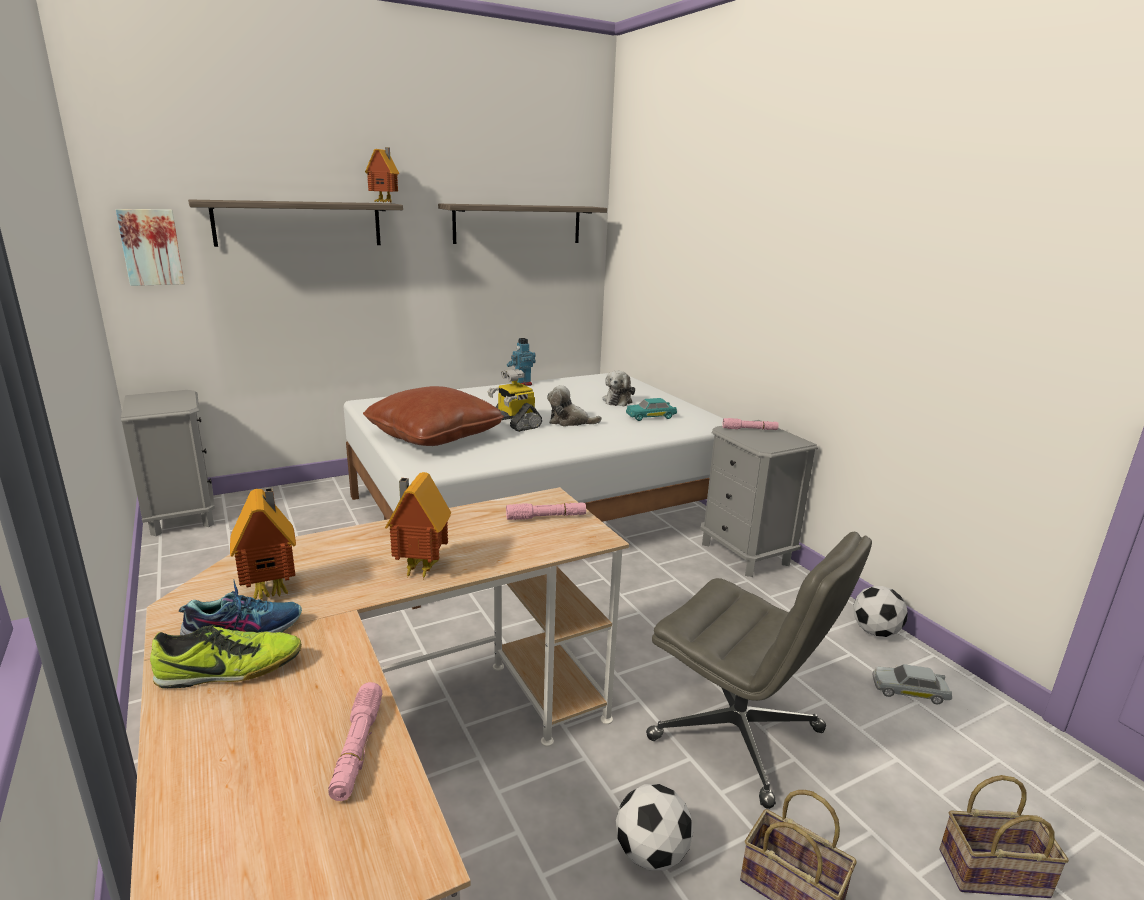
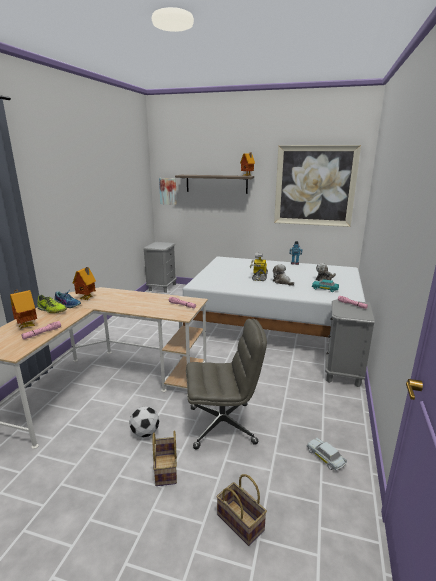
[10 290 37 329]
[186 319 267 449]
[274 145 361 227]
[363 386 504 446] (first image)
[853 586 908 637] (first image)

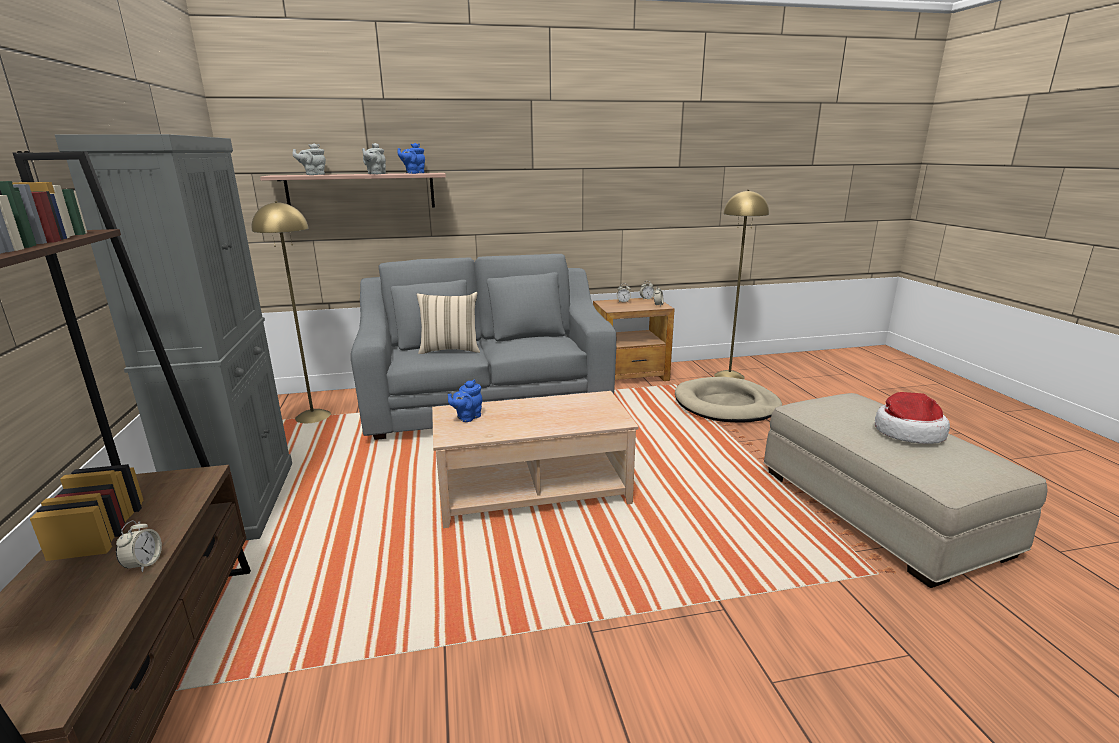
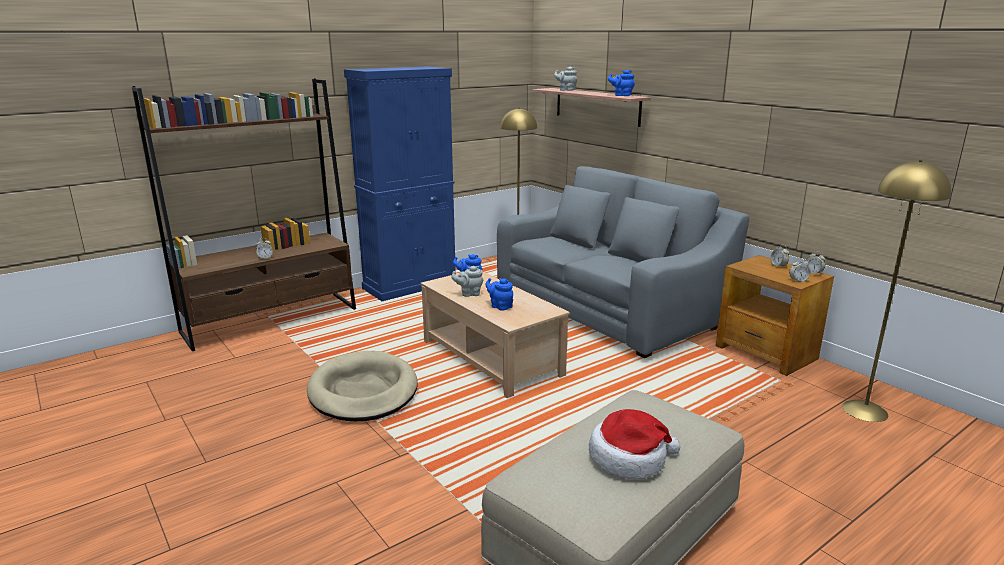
[307 351 418 421]
[344 67 456 301]
[451 266 483 297]
[486 278 513 311]
[416 292 480 354] (first image)

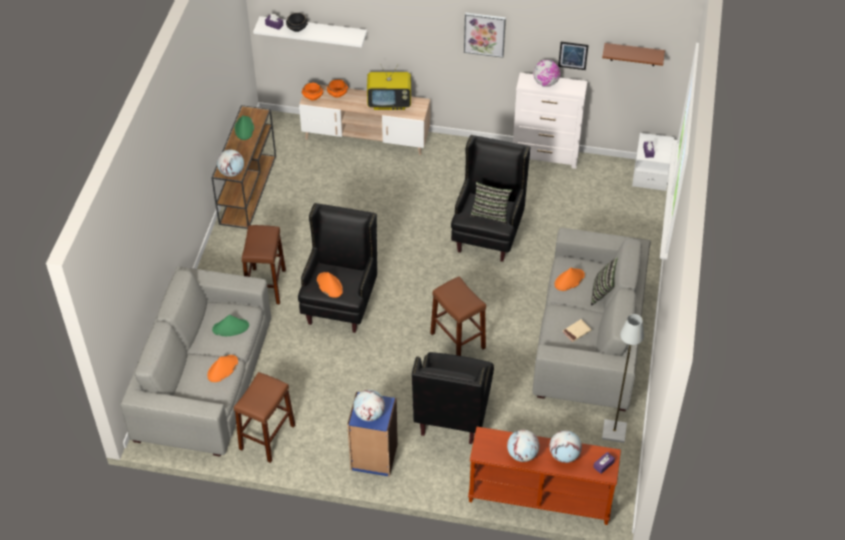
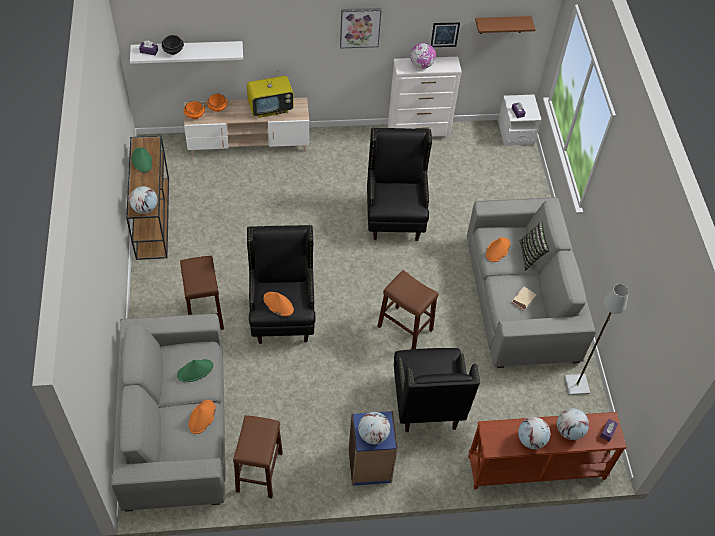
[470 182 512 225] (first image)

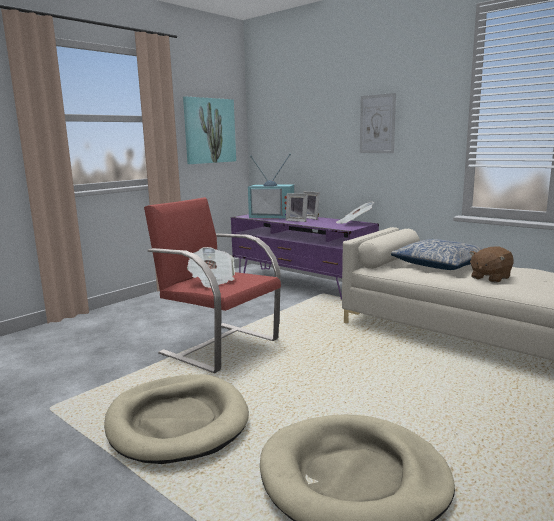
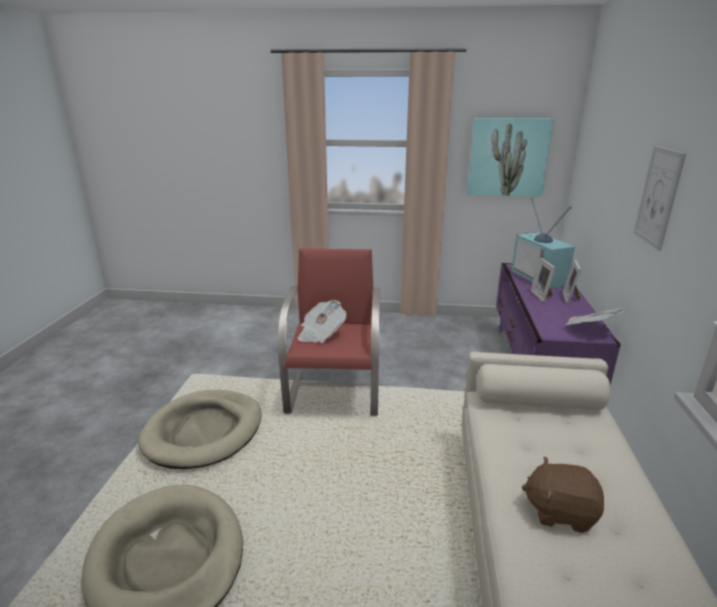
[391 239 482 270] (first image)

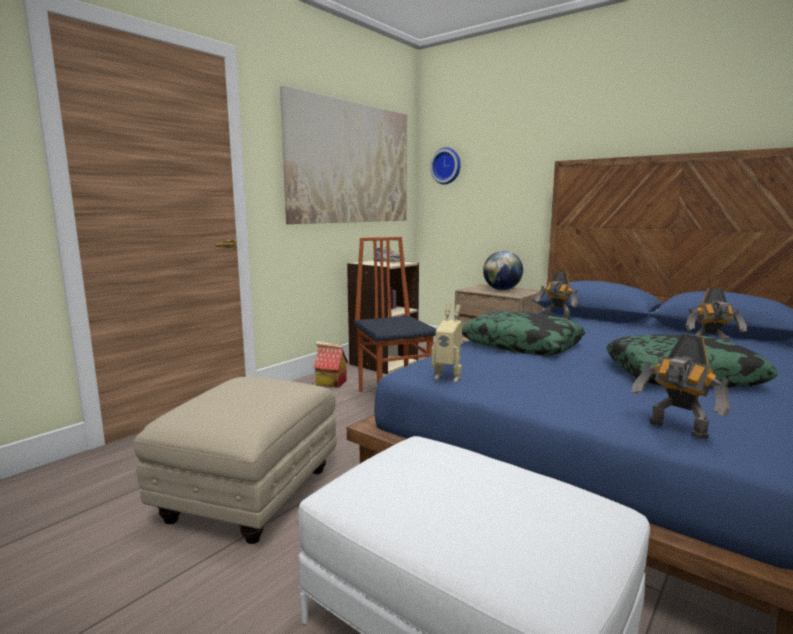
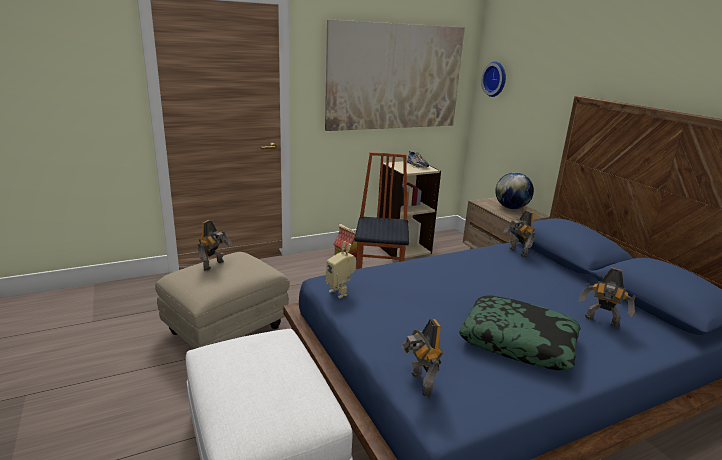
[197 220 233 271]
[462 311 585 355] (first image)

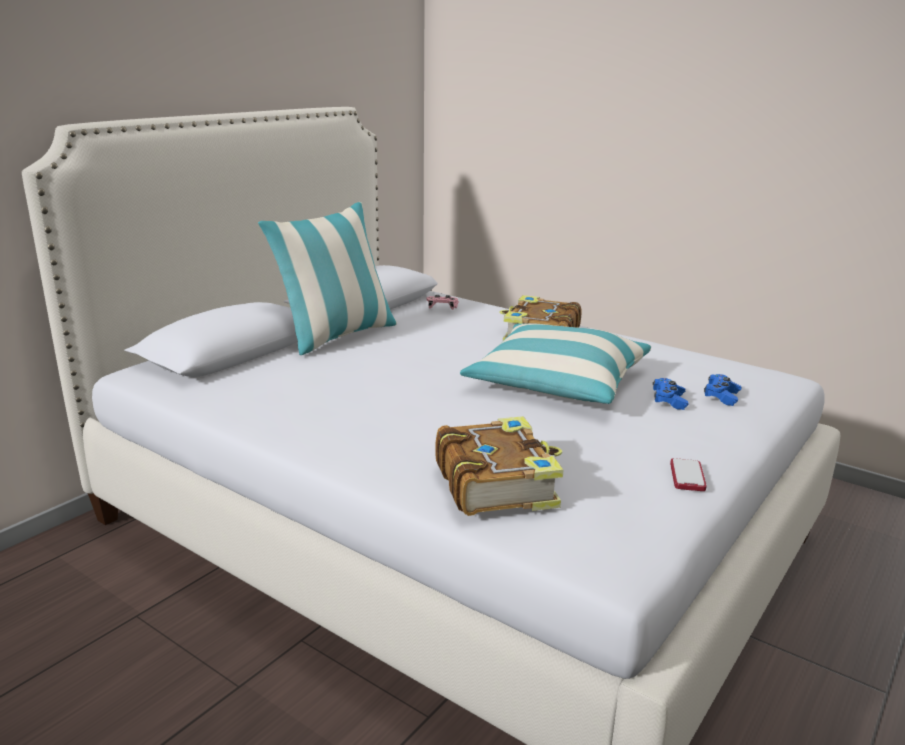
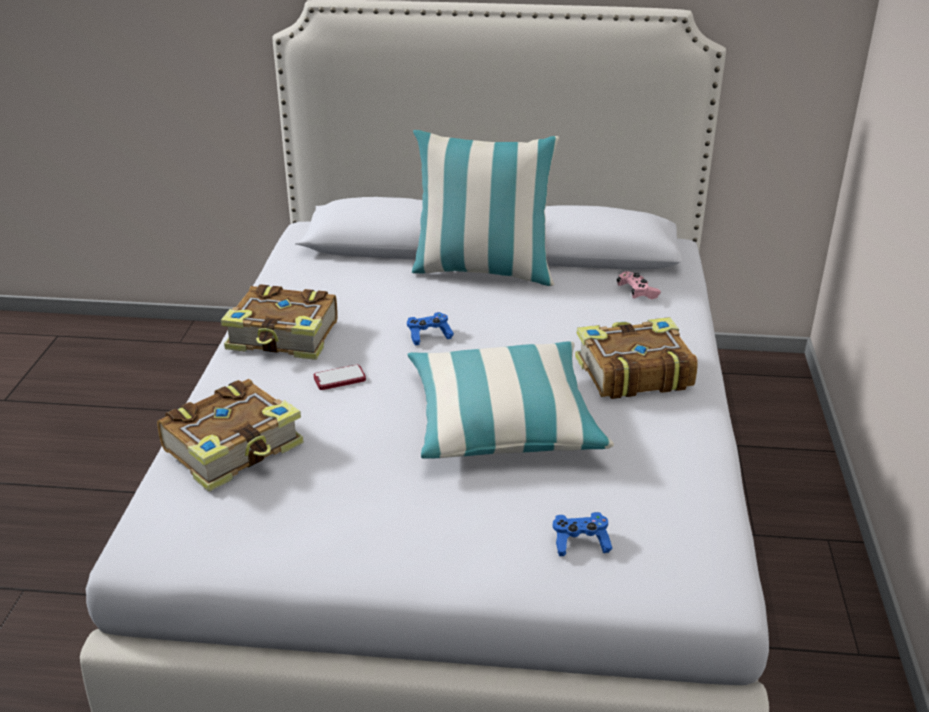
[221 284 338 360]
[314 365 366 390]
[407 312 454 345]

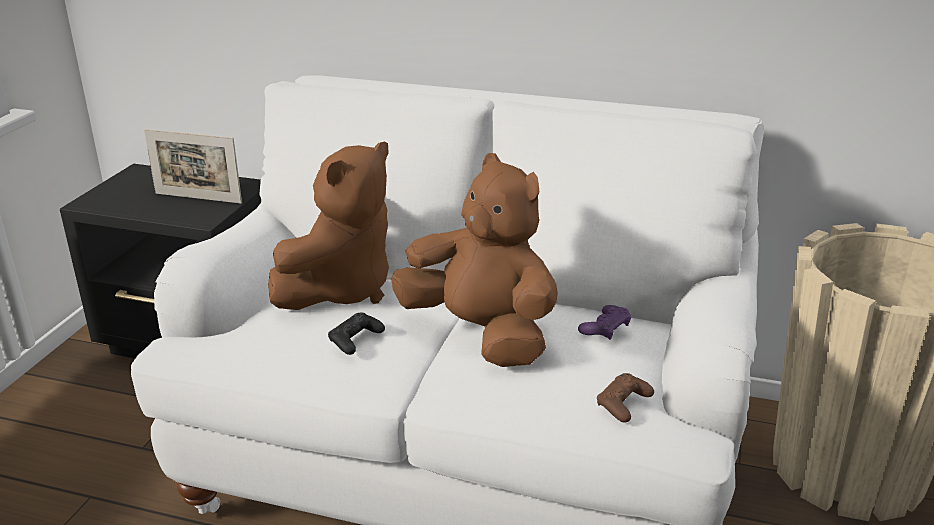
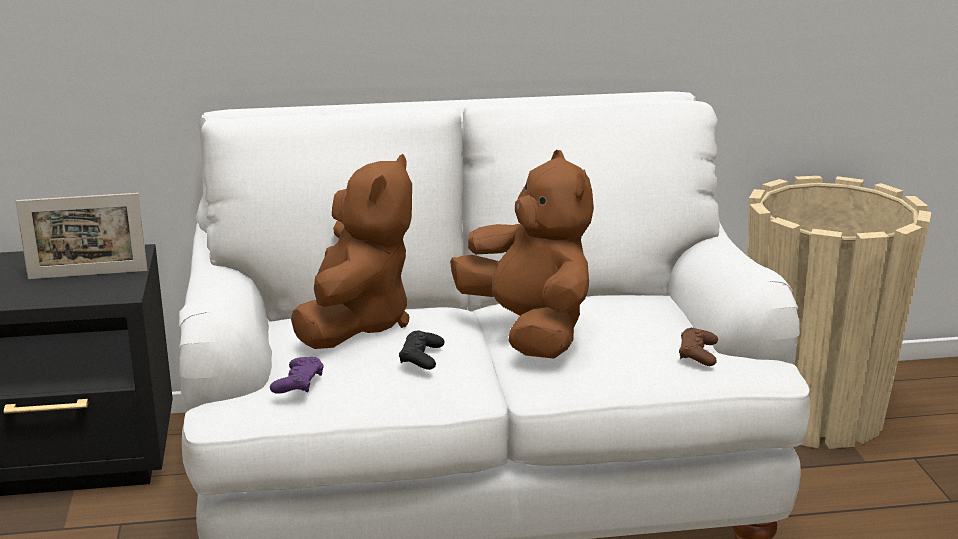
[270 357 324 394]
[450 150 594 359]

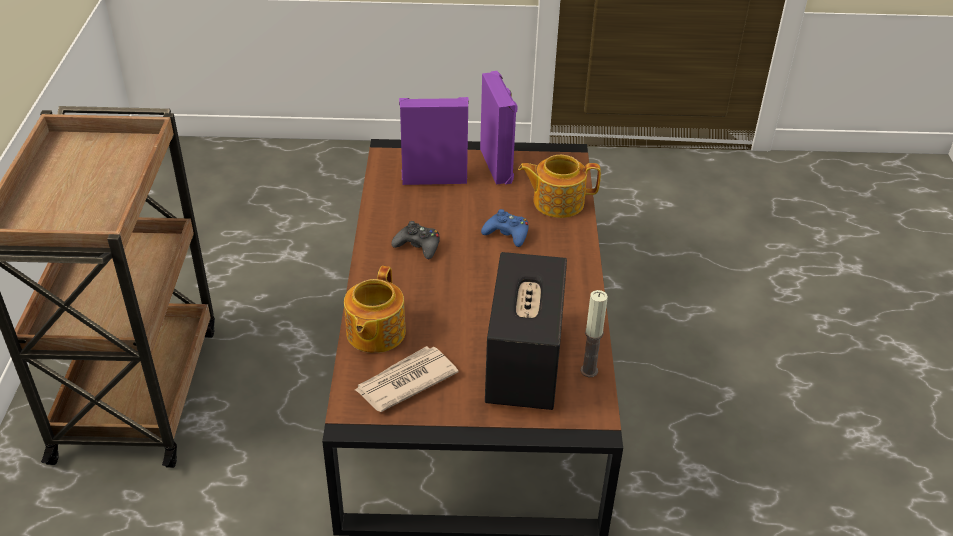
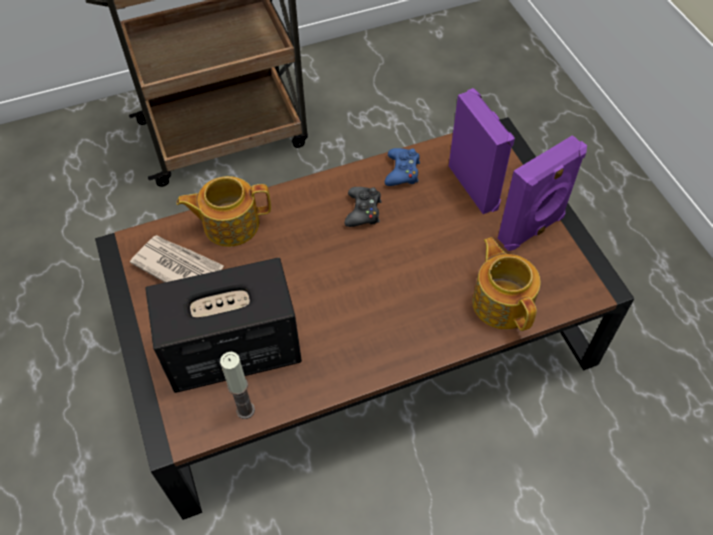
[385 148 420 186]

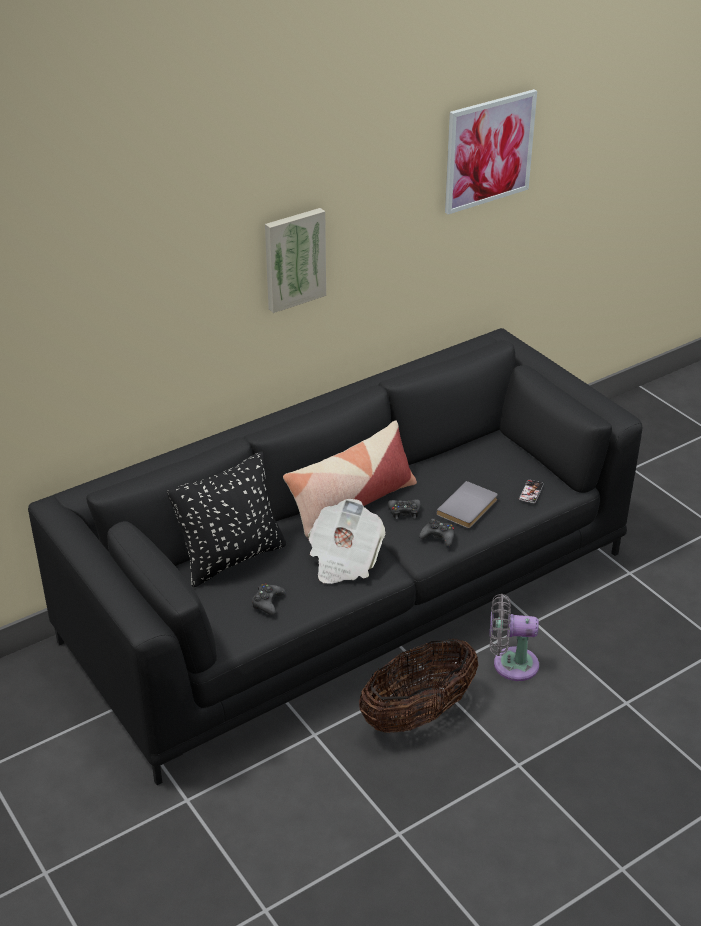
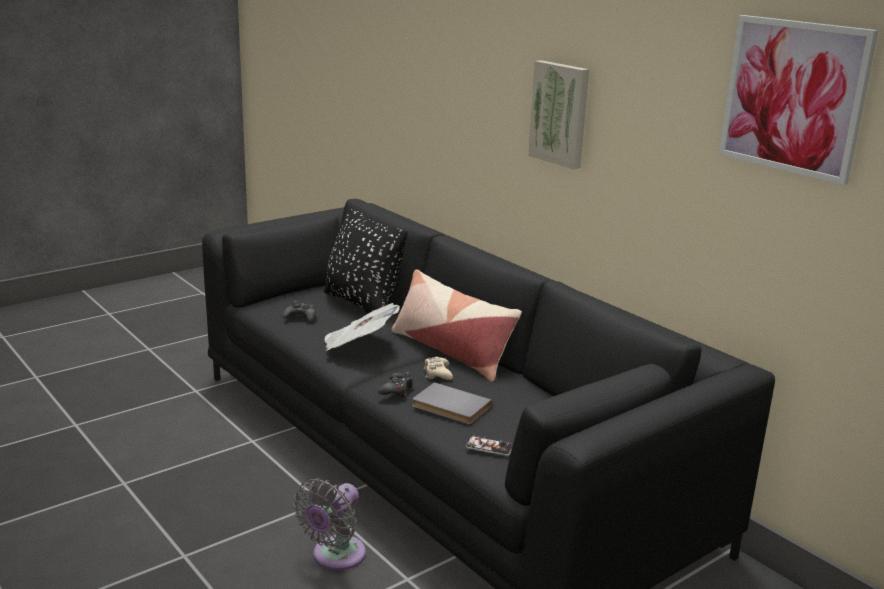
[293 478 366 571]
[424 357 453 380]
[359 638 478 733] (first image)

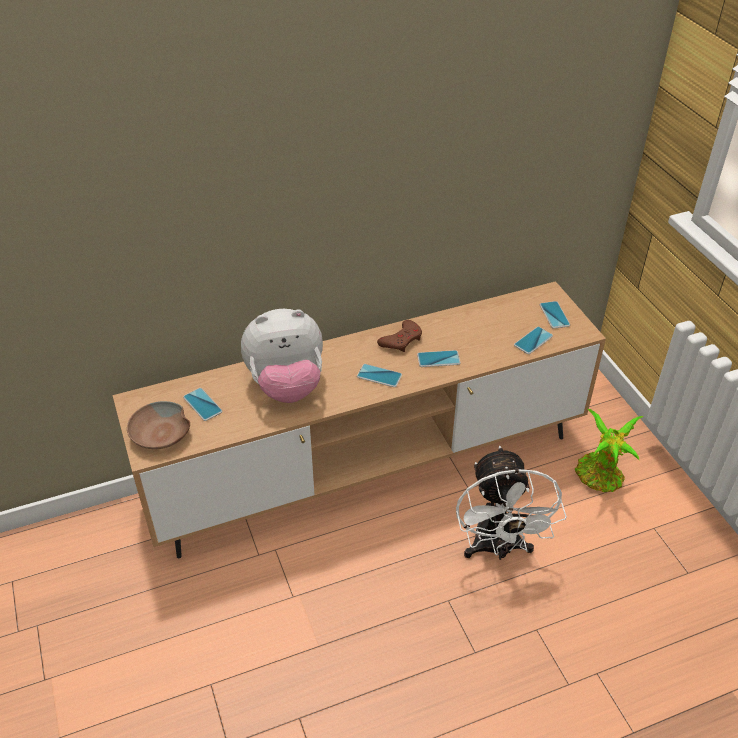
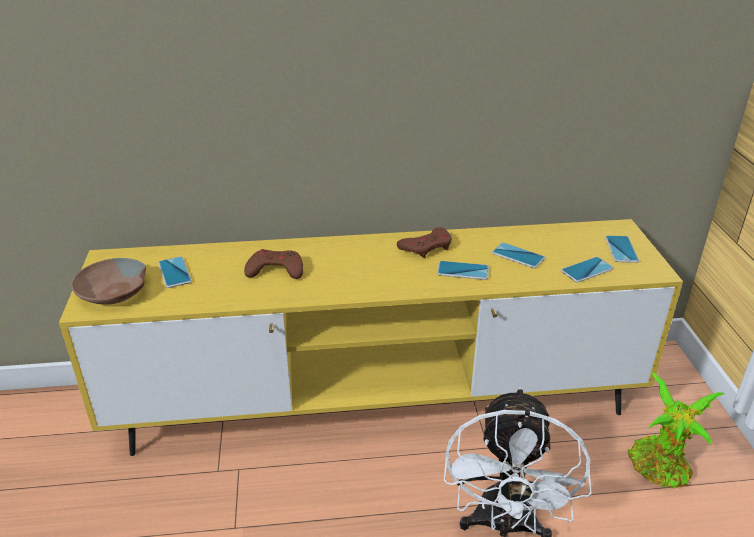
[59 219 683 456]
[244 249 303 279]
[492 243 545 268]

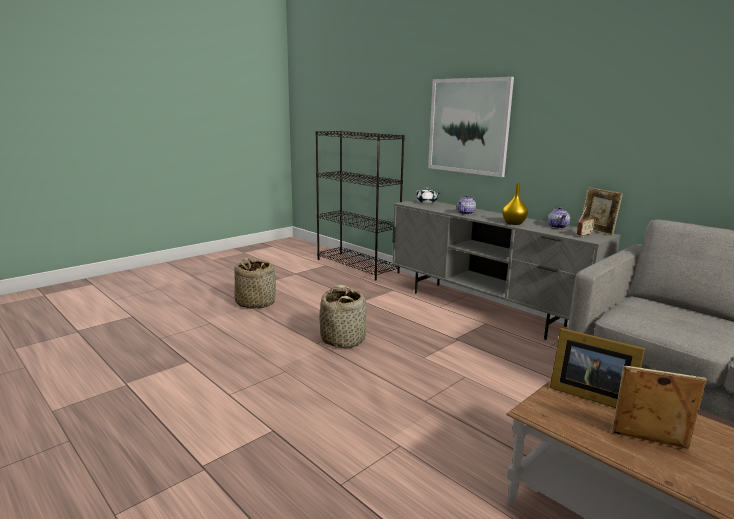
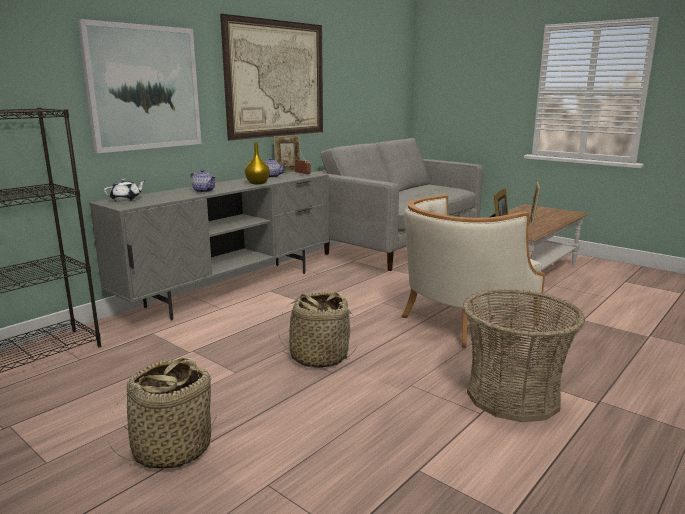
[220 14 323 140]
[401 195 545 348]
[463 289 585 422]

